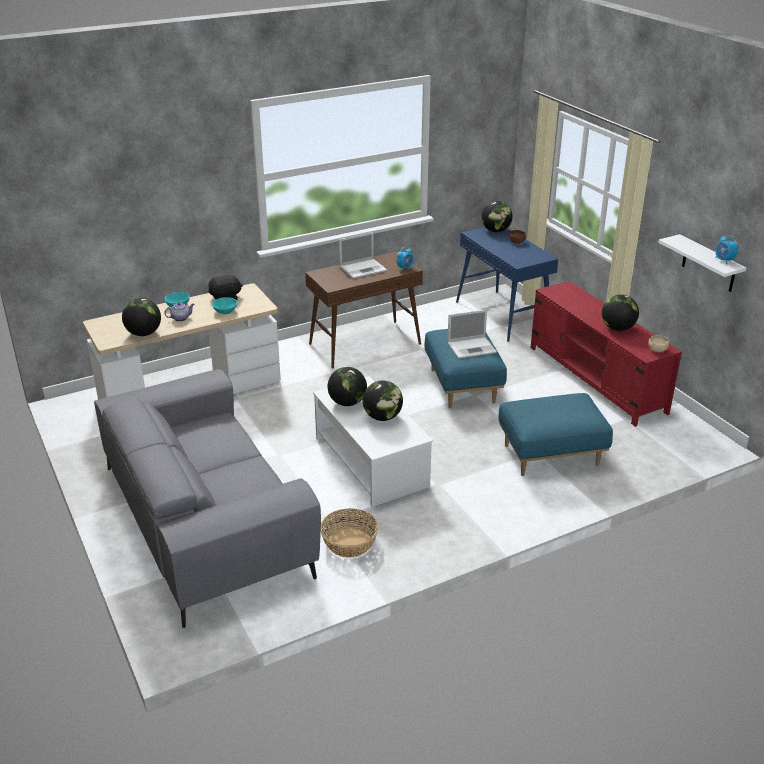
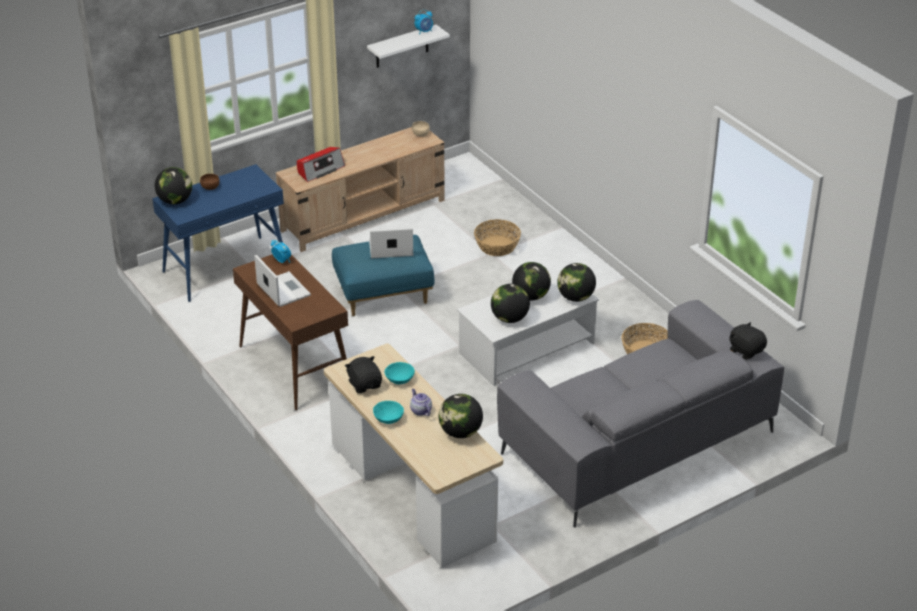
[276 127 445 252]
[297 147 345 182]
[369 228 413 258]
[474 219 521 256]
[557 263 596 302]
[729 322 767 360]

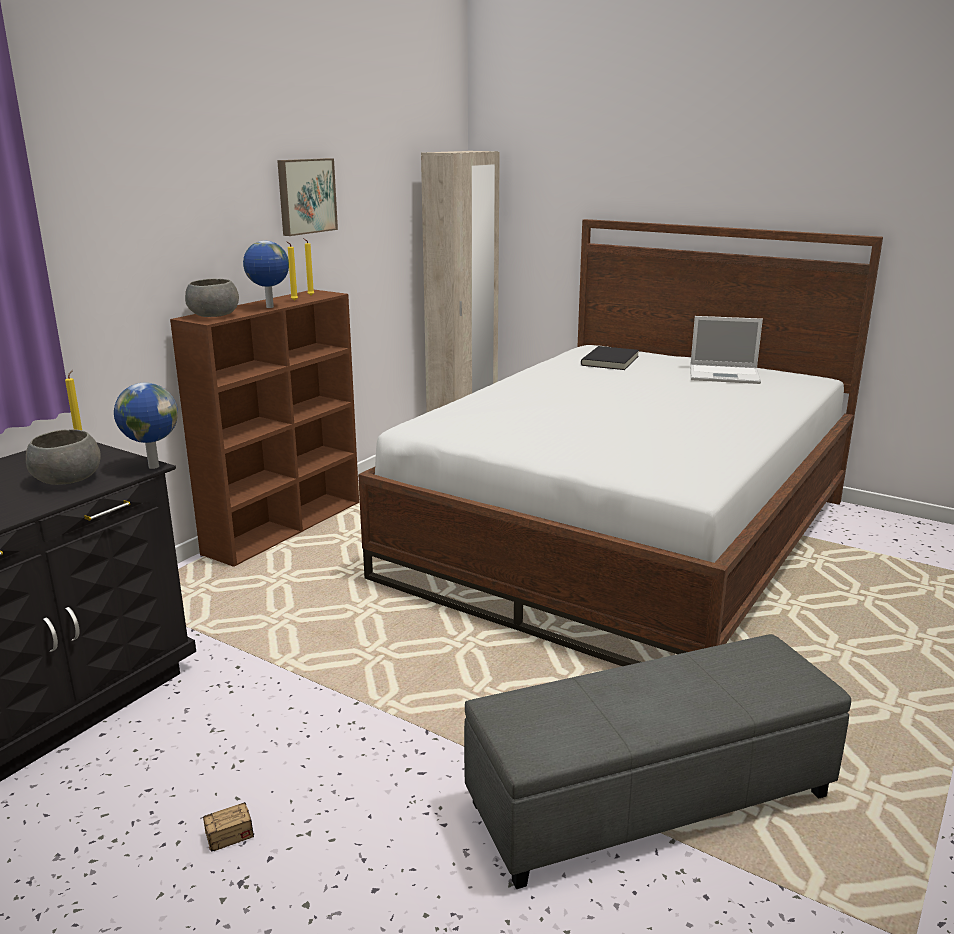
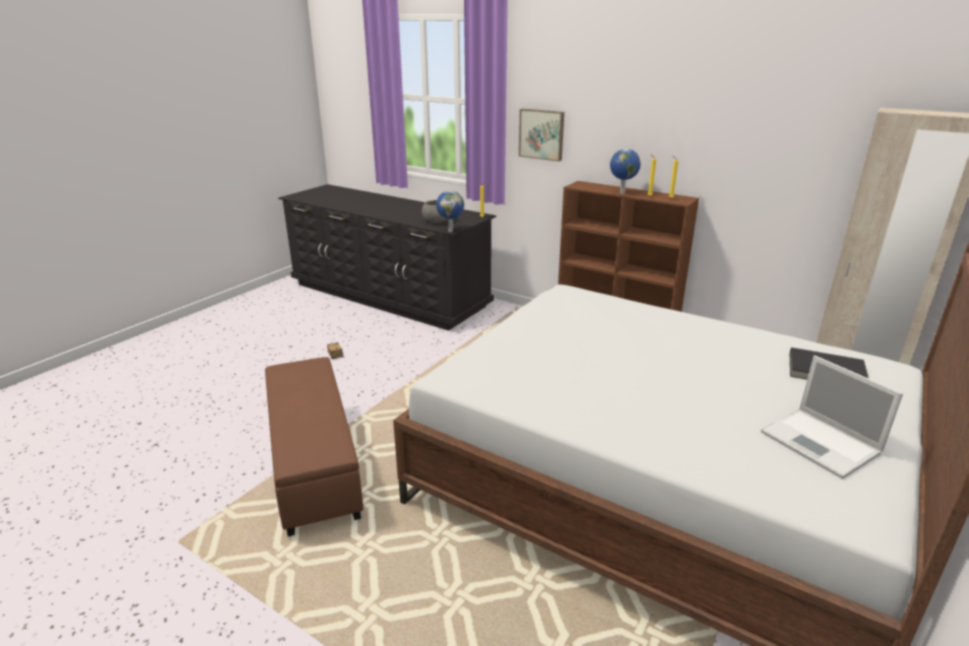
[265 357 363 536]
[519 109 564 161]
[761 355 903 479]
[185 279 239 317] (first image)

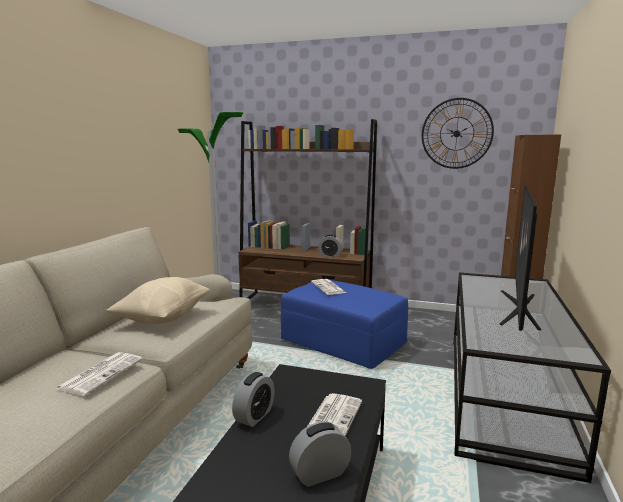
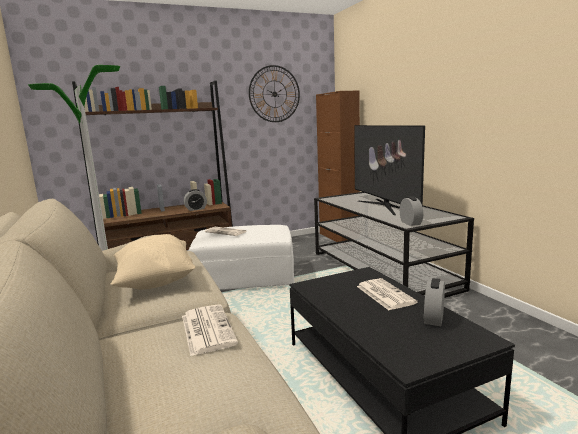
[189 225 294 290]
[400 196 423 226]

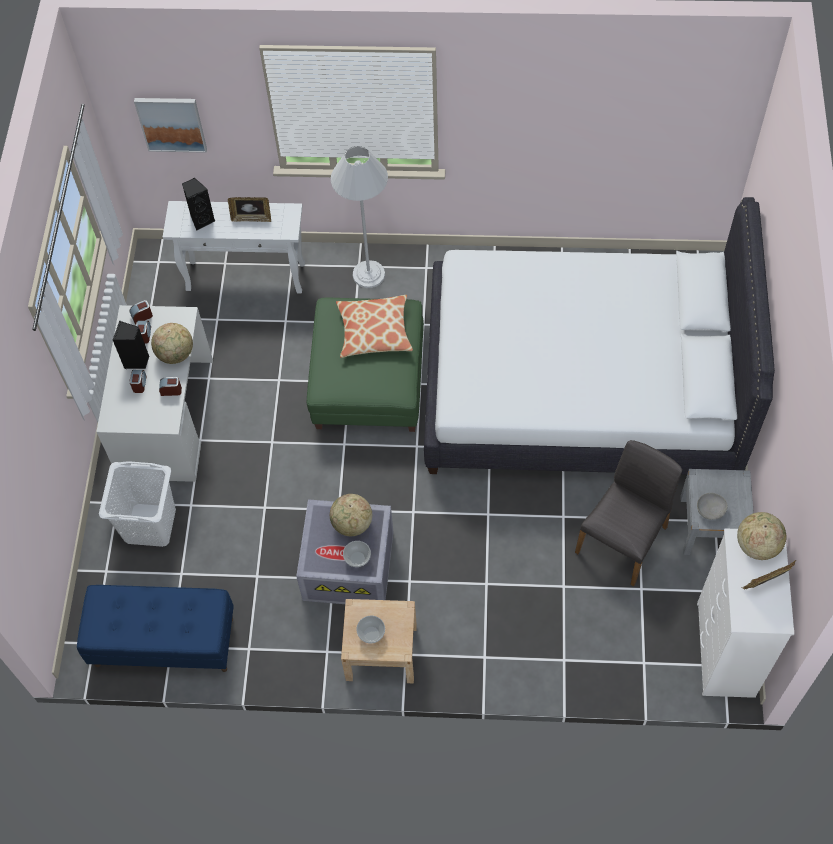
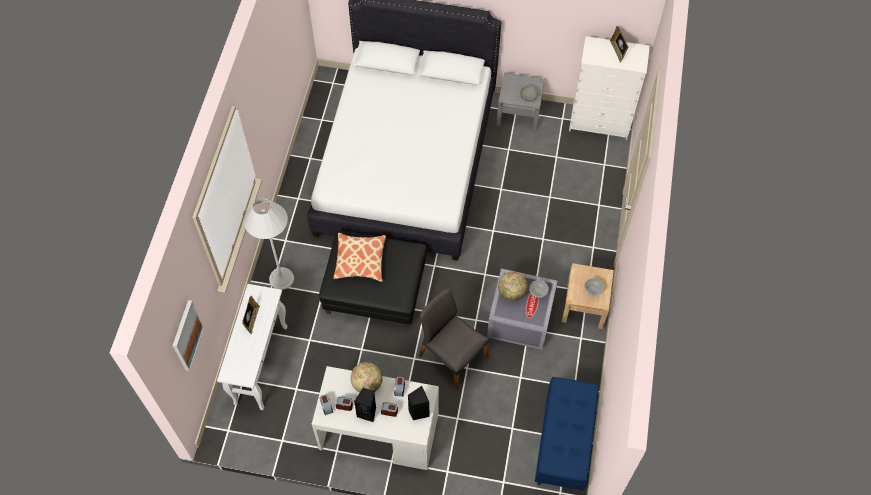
[319 230 427 328]
[408 386 429 420]
[419 289 489 390]
[99 461 176 547] (first image)
[737 512 787 560] (first image)

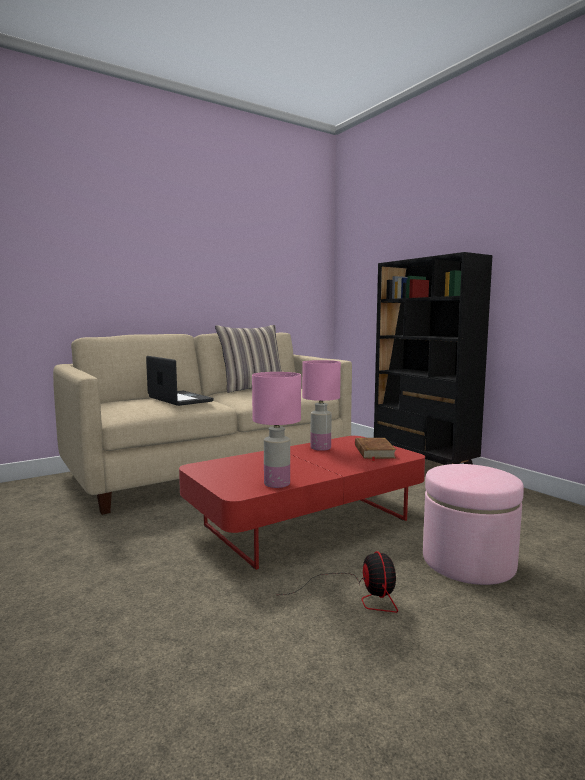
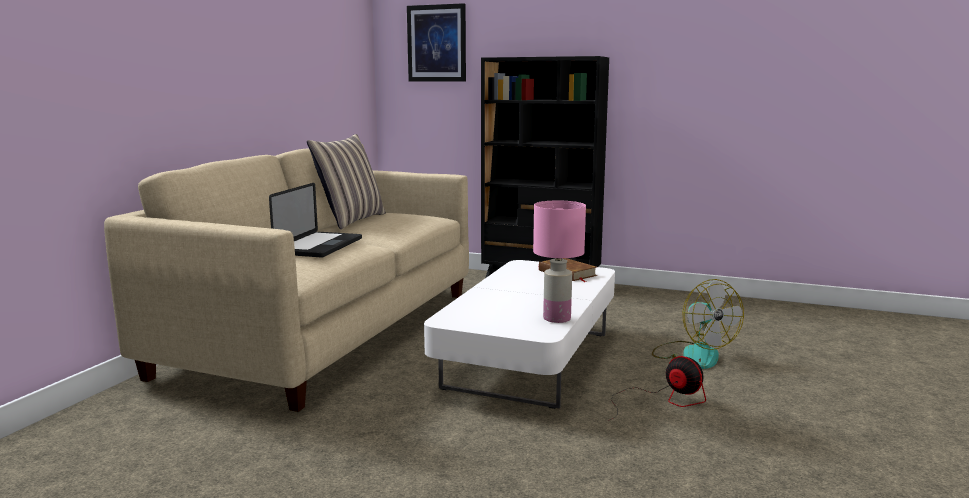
[269 183 362 258]
[407 3 466 82]
[424 260 615 409]
[652 279 744 369]
[302 360 341 451] (first image)

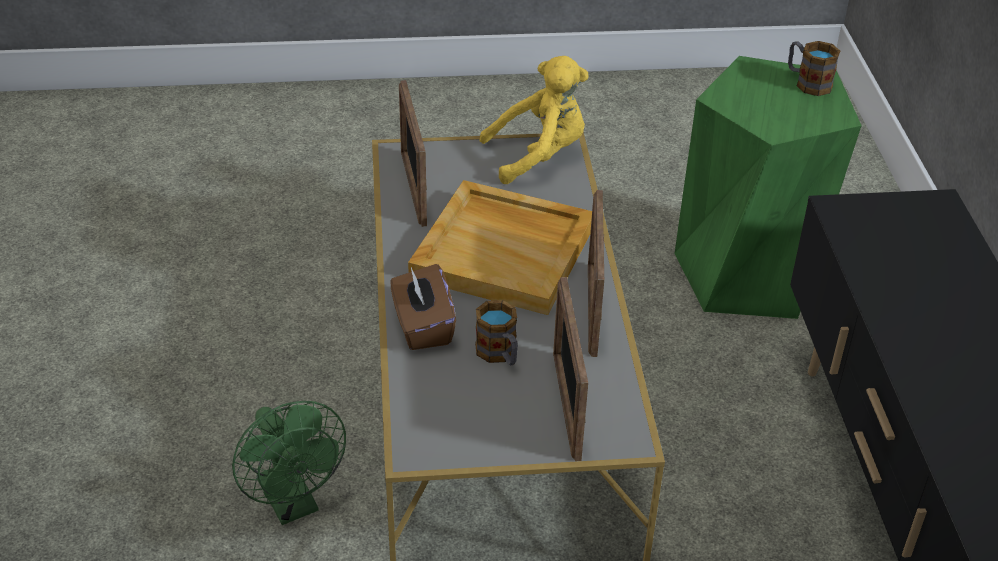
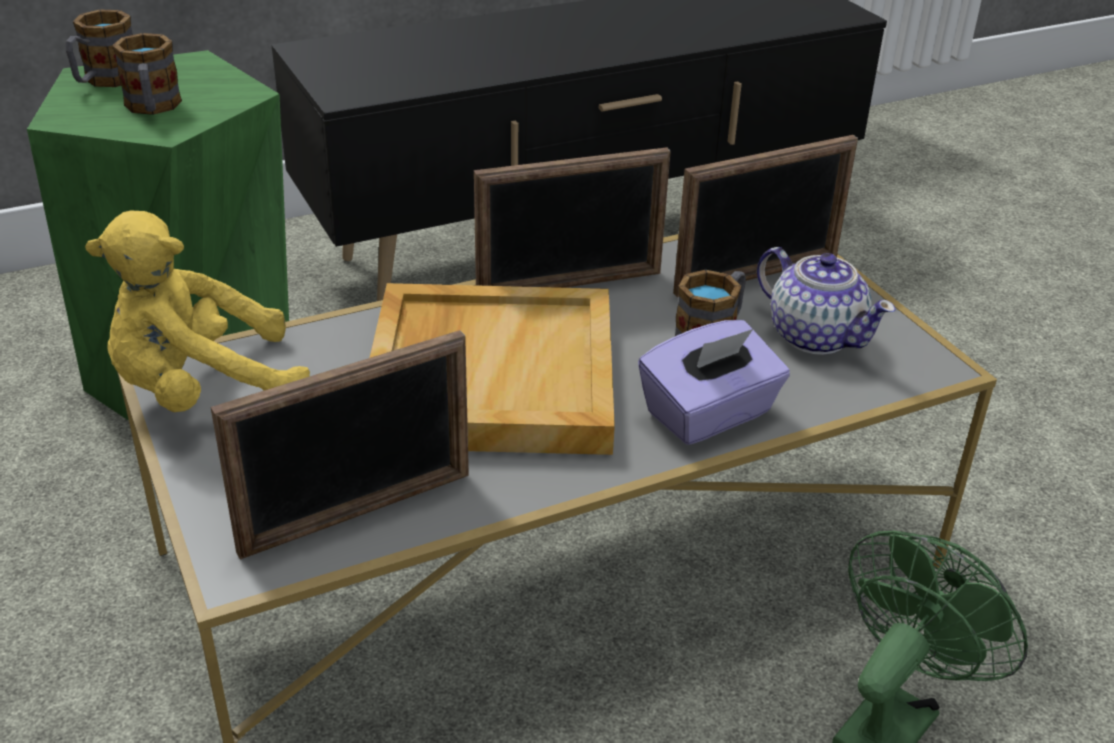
[85 211 310 412]
[112 33 182 115]
[638 320 790 445]
[757 247 896 355]

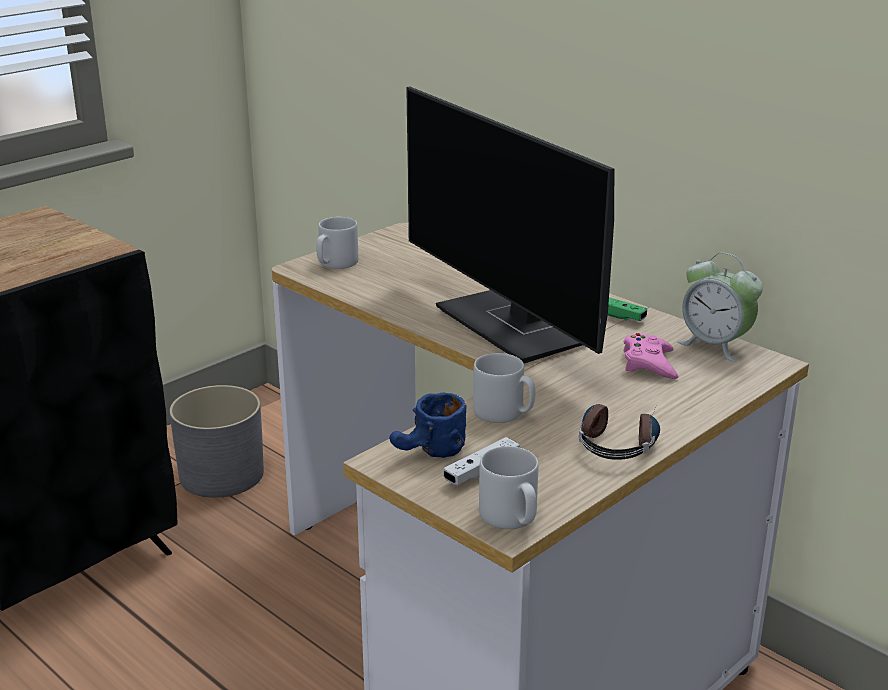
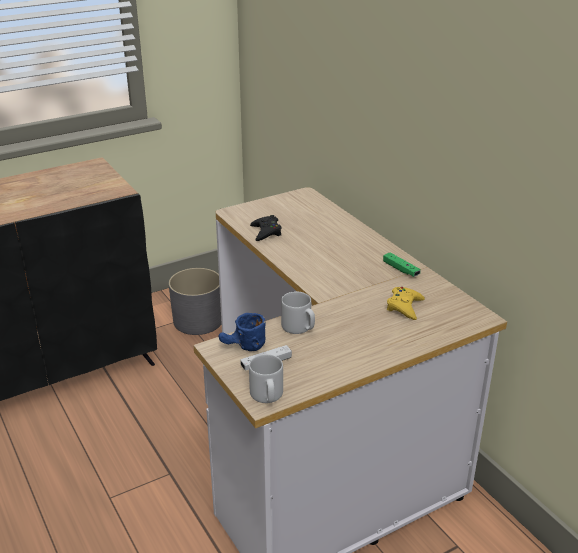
[250 215 282 241]
[386 287 425 320]
[316 217 358 269] (first image)
[406 87 614 363] (first image)
[579 404 660 460] (first image)
[678 252 763 362] (first image)

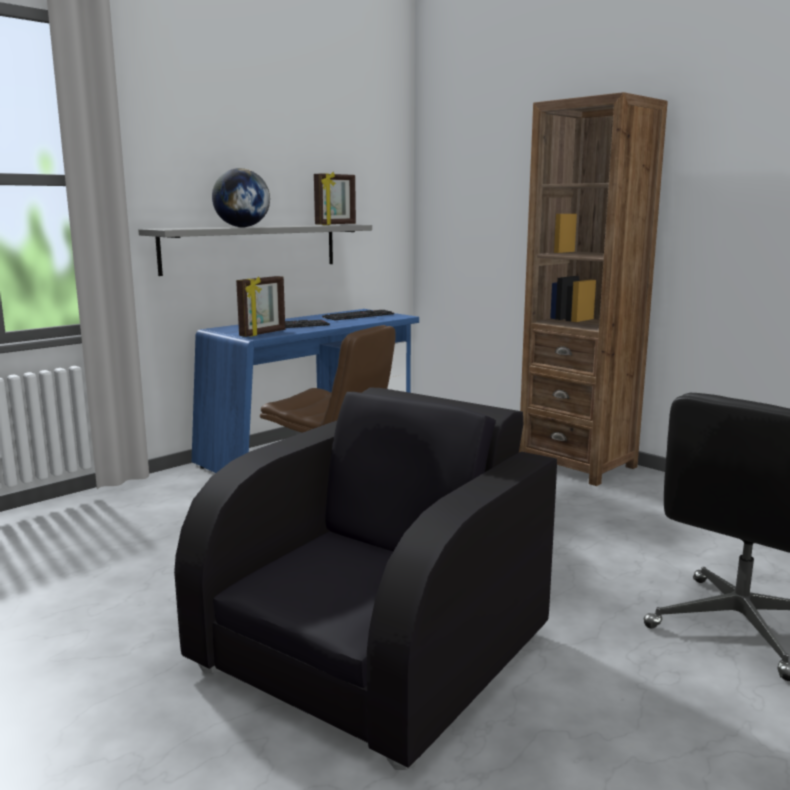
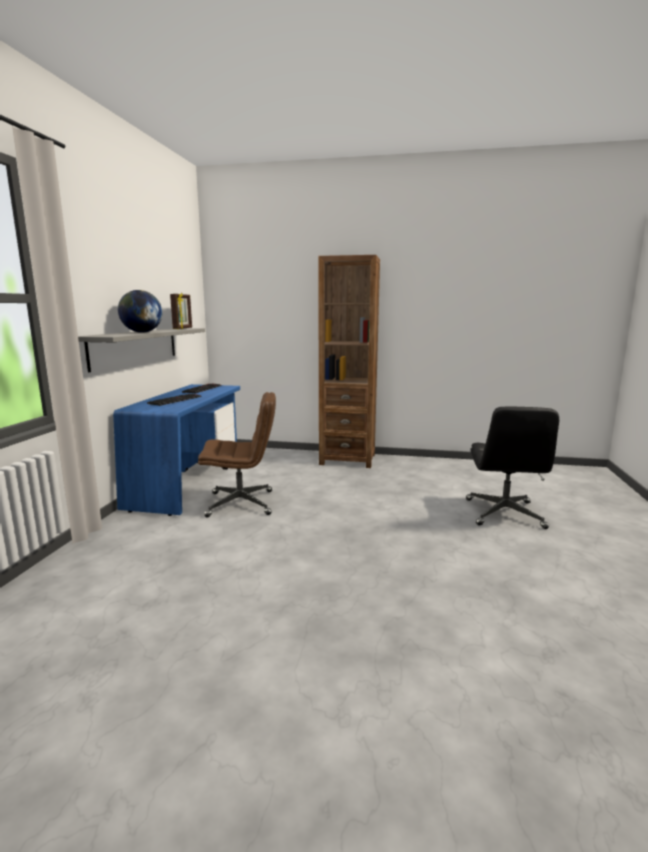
[174 388 557 770] (first image)
[236 276 285 337] (first image)

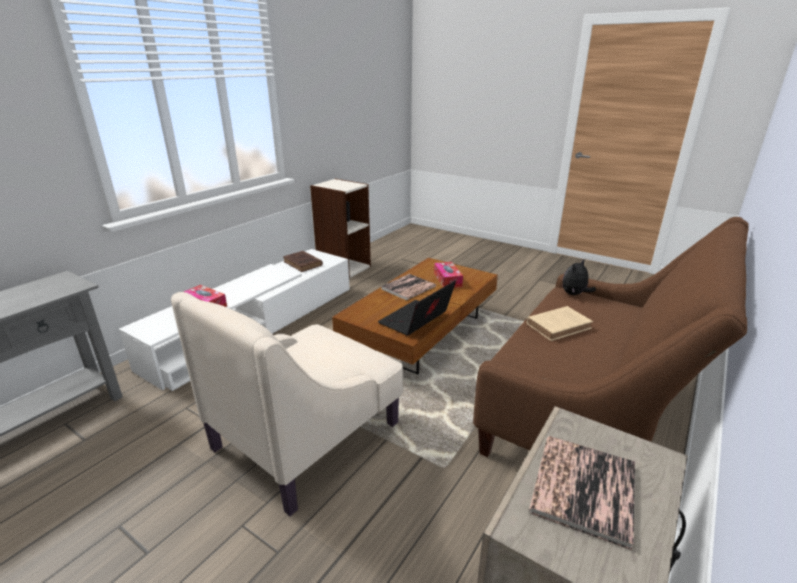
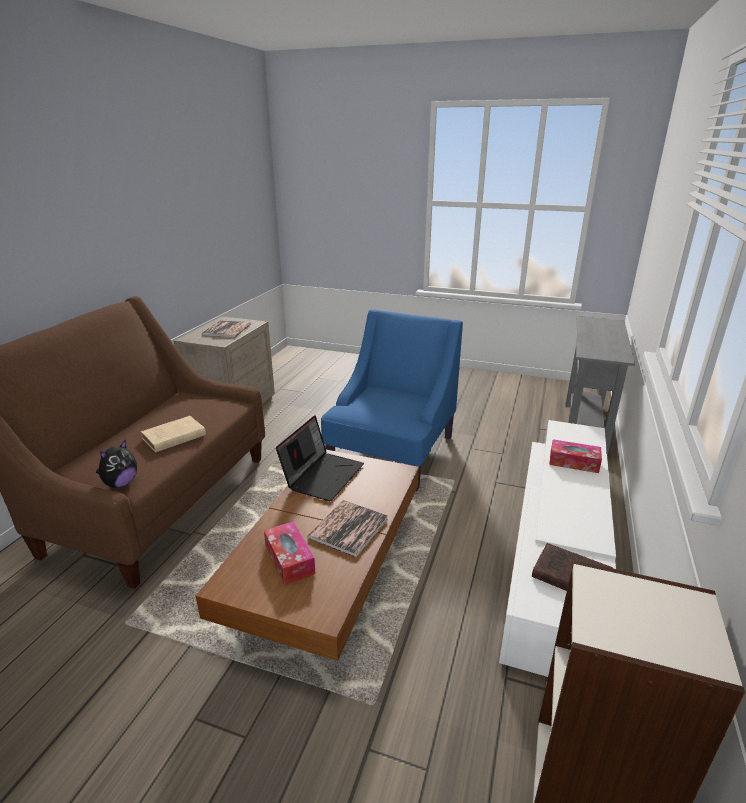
[321 309 463 491]

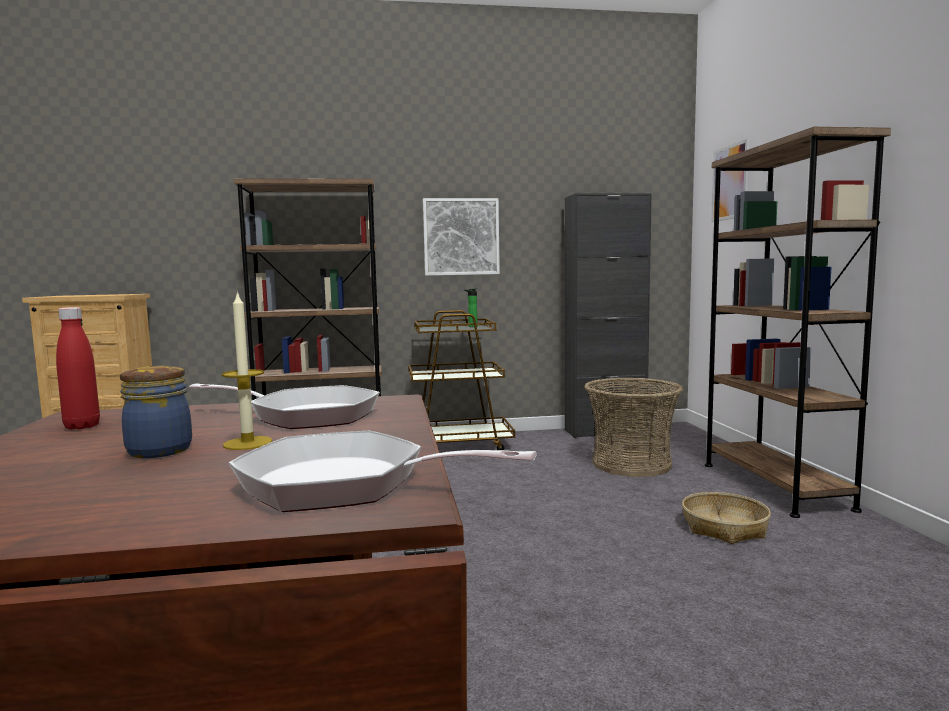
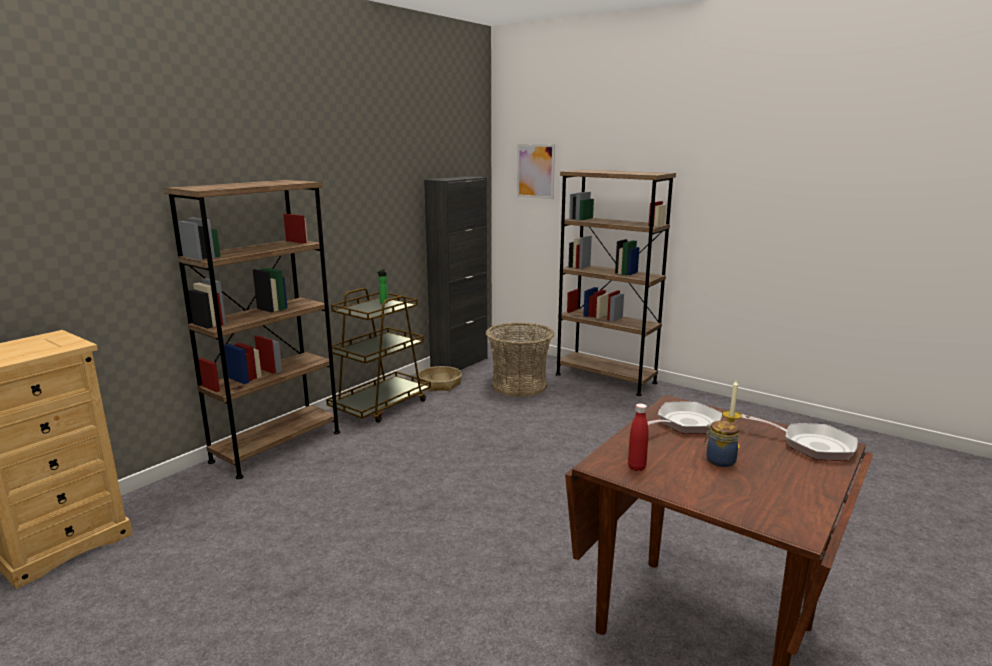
[418 366 462 391]
[741 414 858 460]
[423 198 500 276] (first image)

